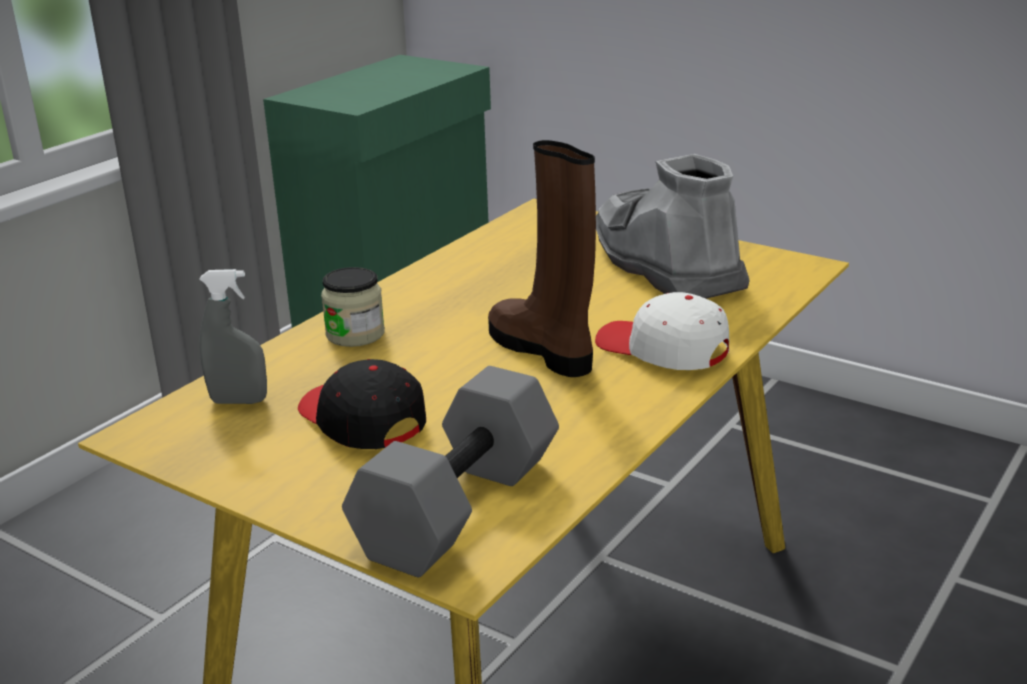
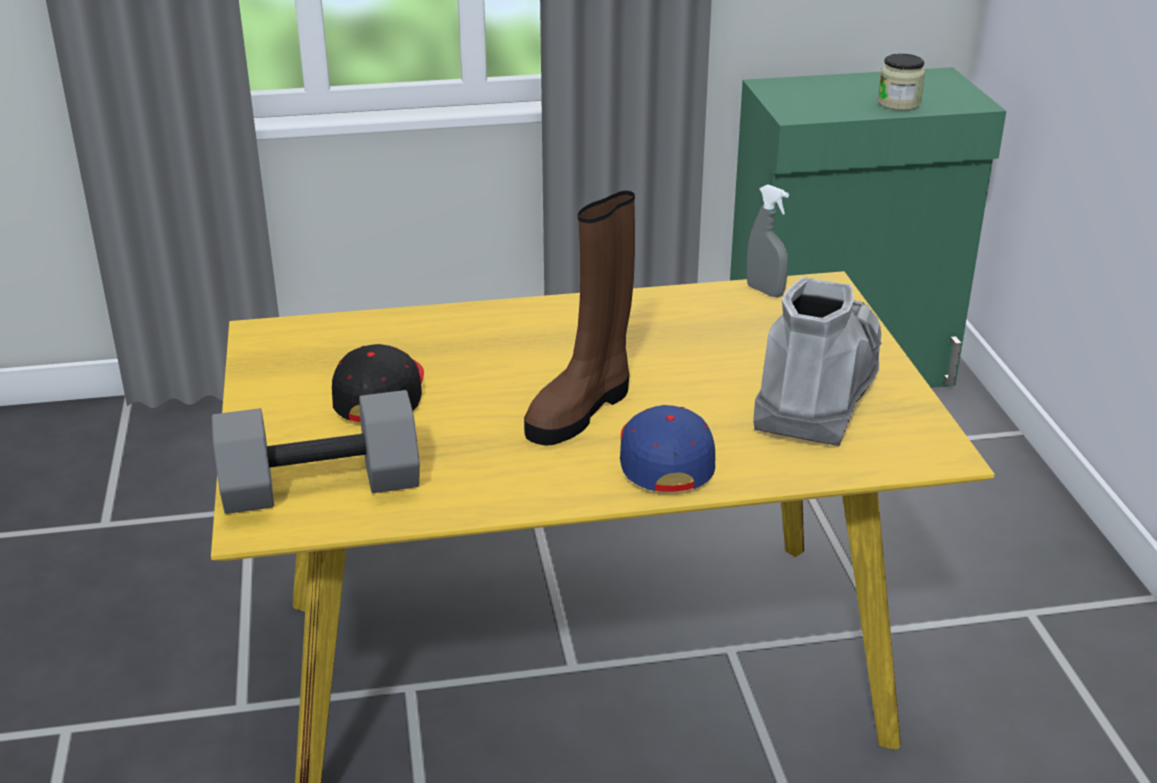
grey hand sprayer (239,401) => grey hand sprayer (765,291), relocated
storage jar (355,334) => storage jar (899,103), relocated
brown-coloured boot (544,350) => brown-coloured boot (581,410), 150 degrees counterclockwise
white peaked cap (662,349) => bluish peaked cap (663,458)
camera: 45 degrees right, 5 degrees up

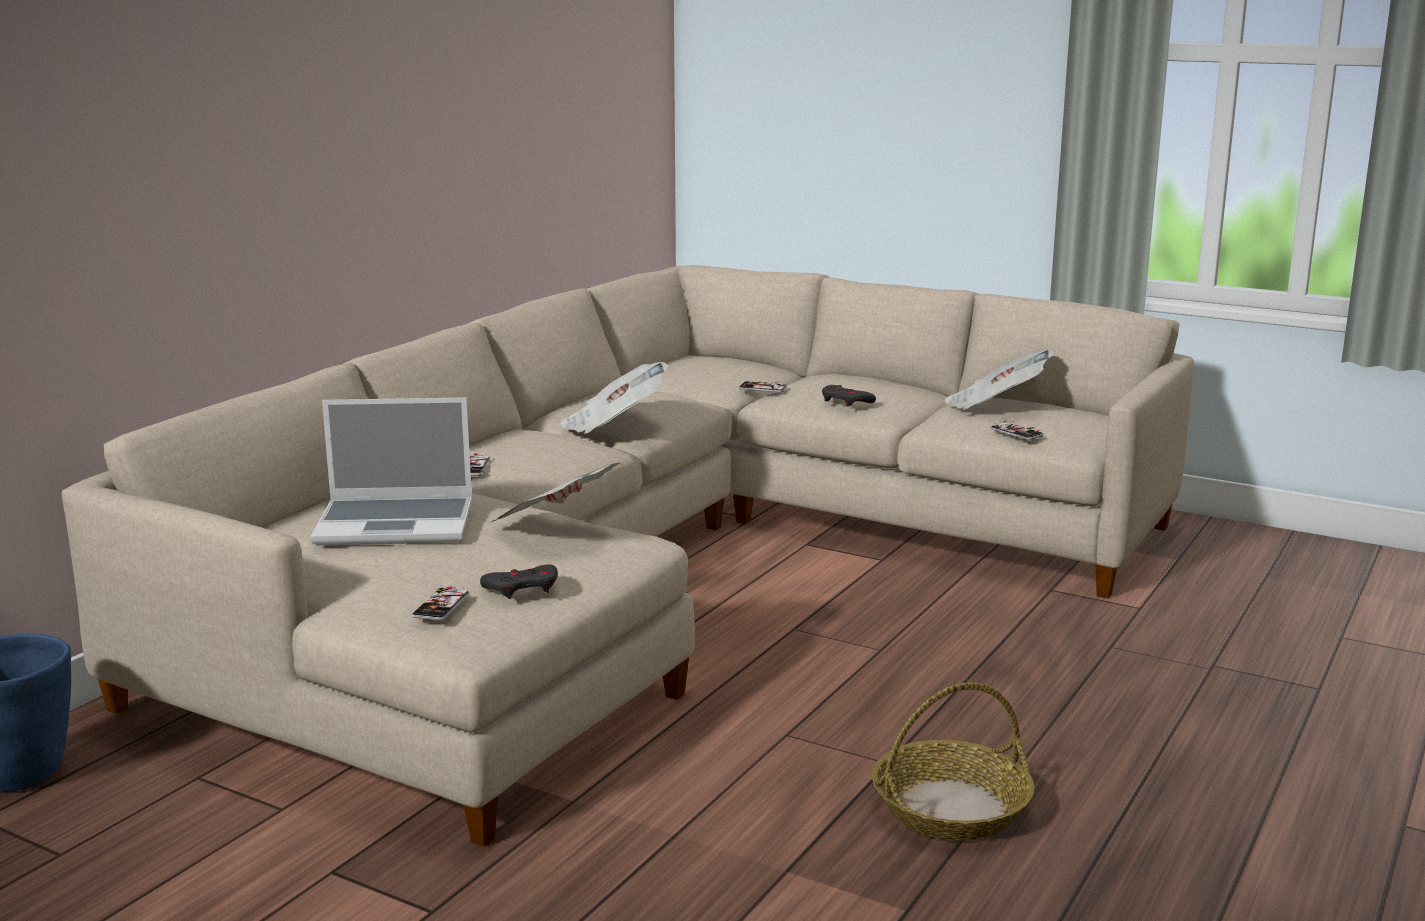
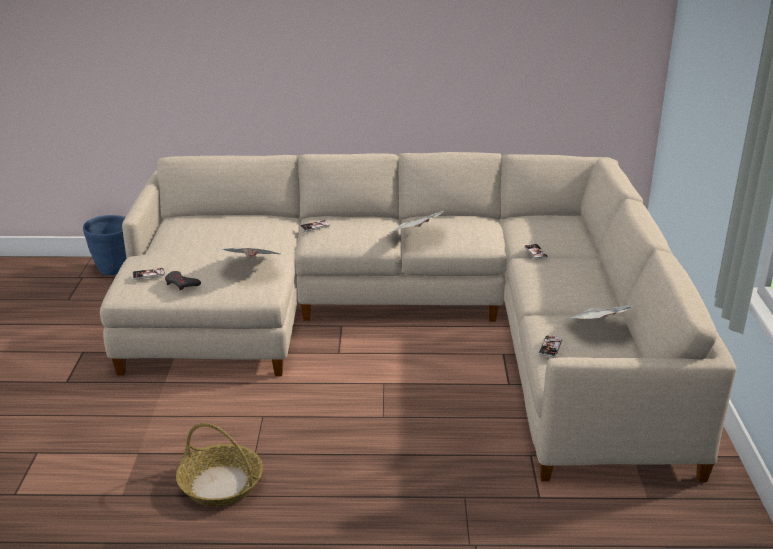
laptop (397,524) => nothing
grey joypad (846,401) => nothing
camera: 60 degrees right, 10 degrees up

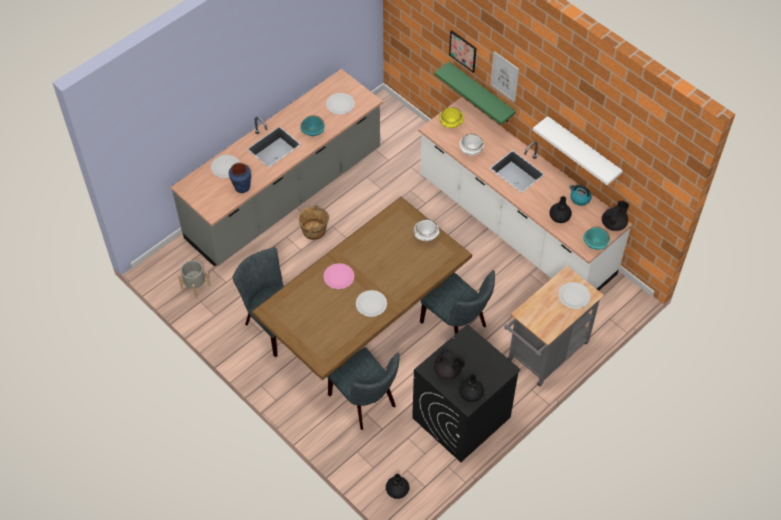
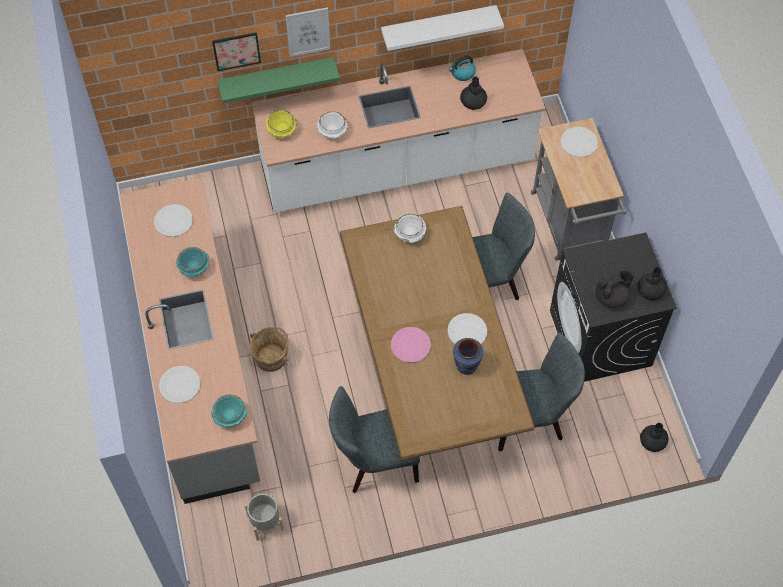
bluish decorative vase (242,187) => bluish decorative vase (466,366), relocated
turquoise serving bowl (595,244) => turquoise serving bowl (230,416), relocated
black-coloured teapot (614,224) => nothing
camera: 60 degrees left, 5 degrees up

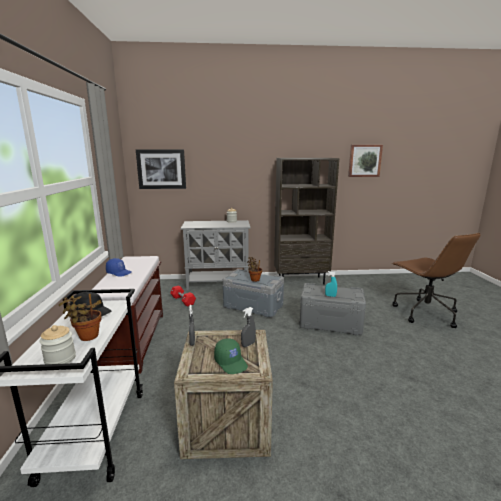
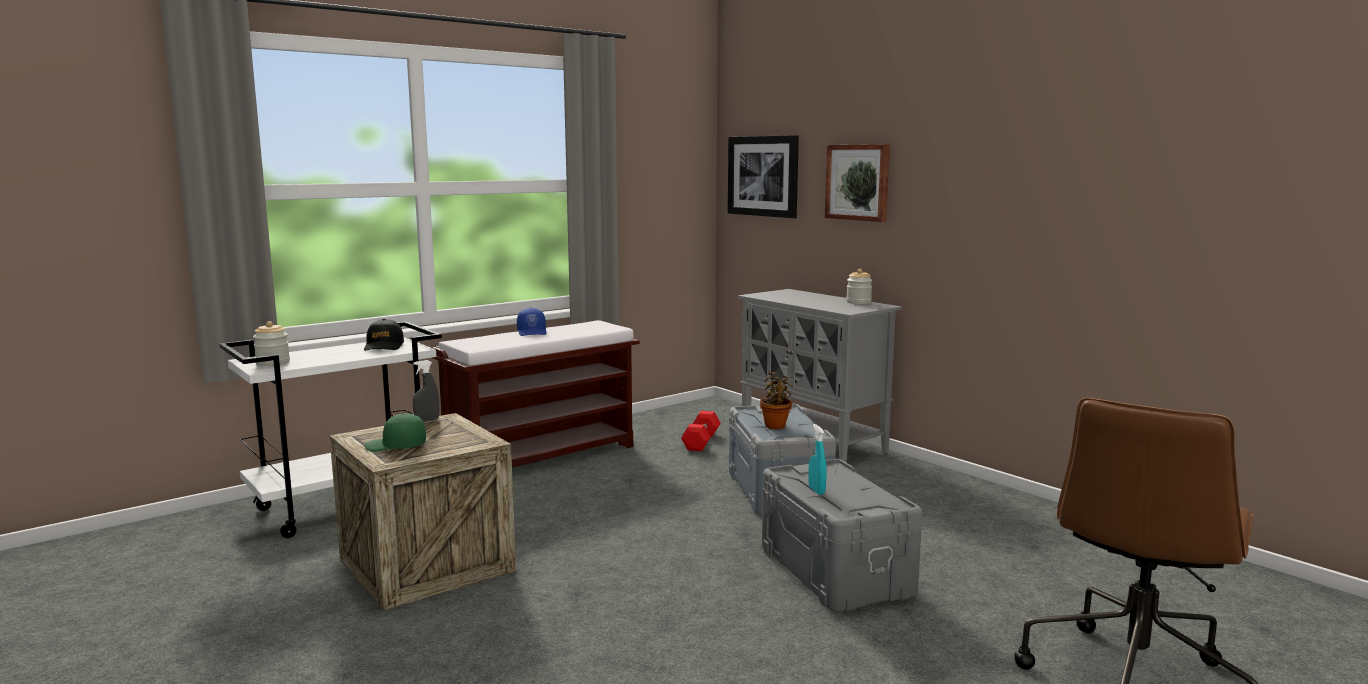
plant in a pot (86,337) => nothing
green-coloured peaked cap (231,362) => green-coloured peaked cap (395,446), 75 degrees clockwise
grey hand sprayer (248,344) => nothing
brown-coloured bookcase (301,280) => nothing
picture (364,160) => picture (858,182), relocated
camera: 55 degrees right, 5 degrees down

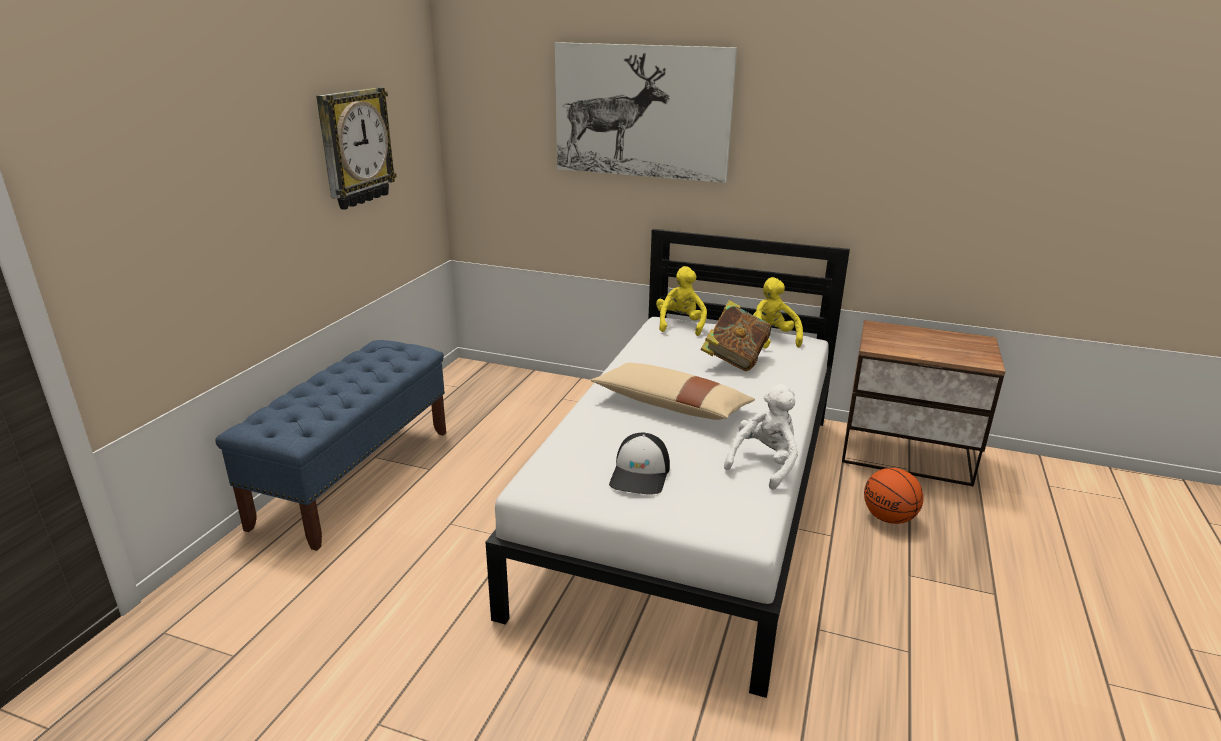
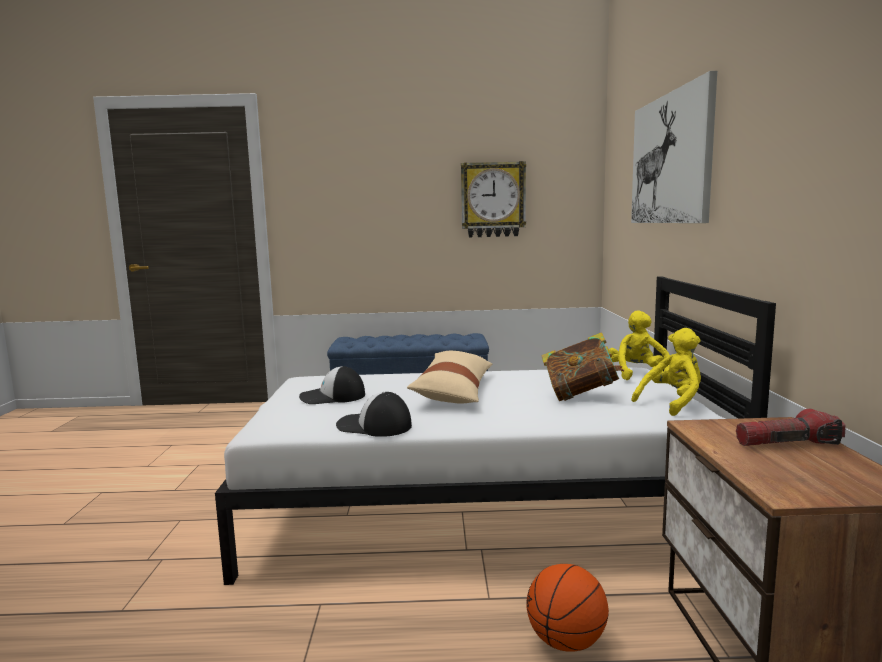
yellow plush toy (680,325) => yellow plush toy (637,374), 75 degrees counterclockwise
white plush toy (764,464) => peaked cap (374,426)
nothing => torch (787,444)
camera: 70 degrees right, 15 degrees down

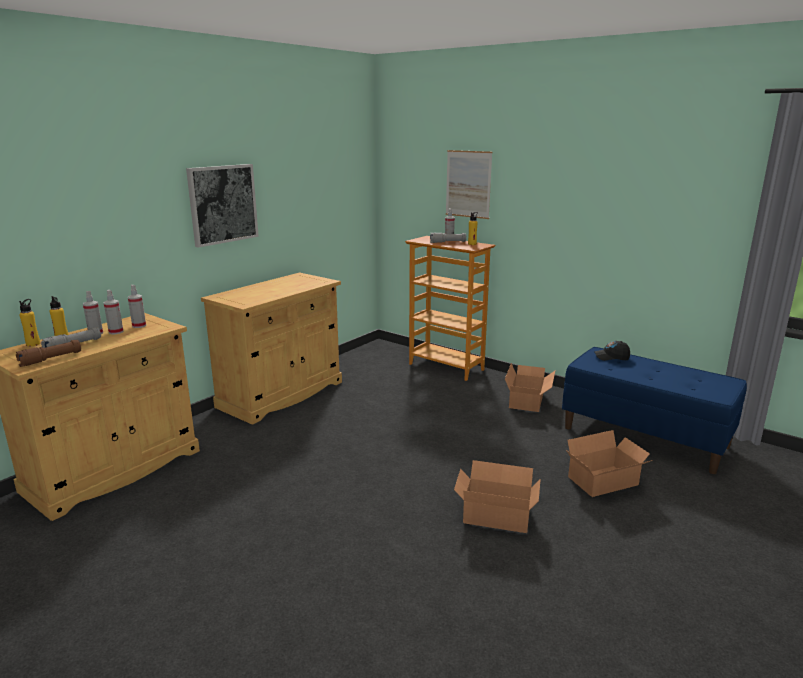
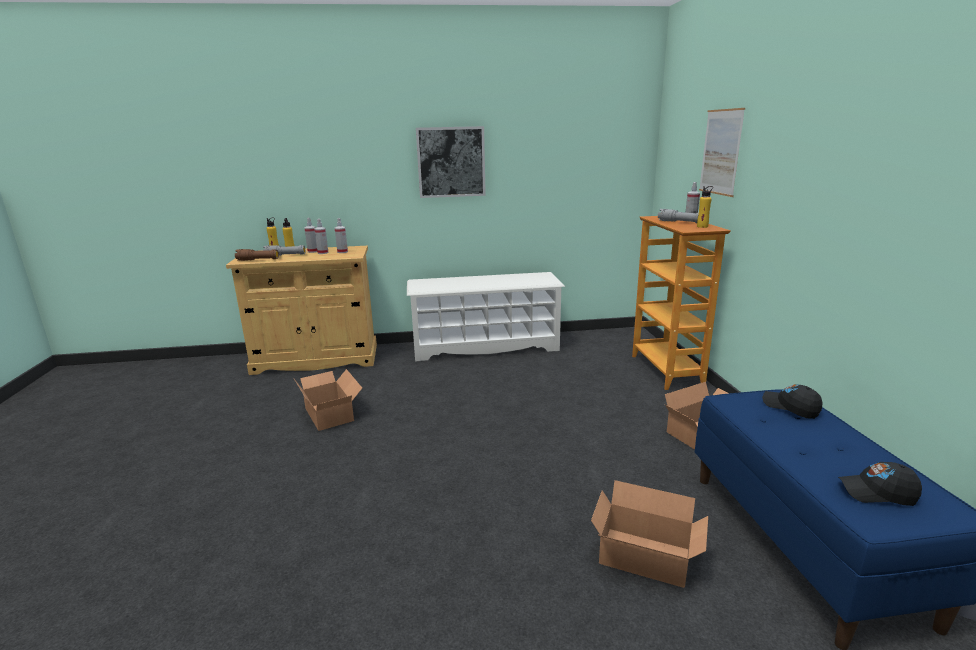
sand-coloured storage cabinet (281,394) => white shoe stand (485,346)
cardboard box (495,513) => cardboard box (331,413), relocated
nothing => black-coloured peaked cap (877,493)
camera: 45 degrees right, 0 degrees up

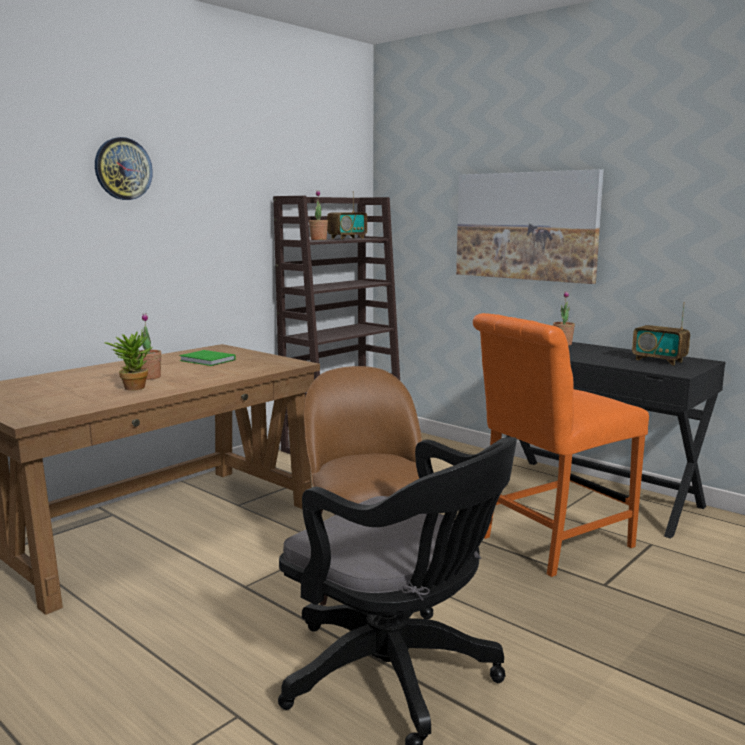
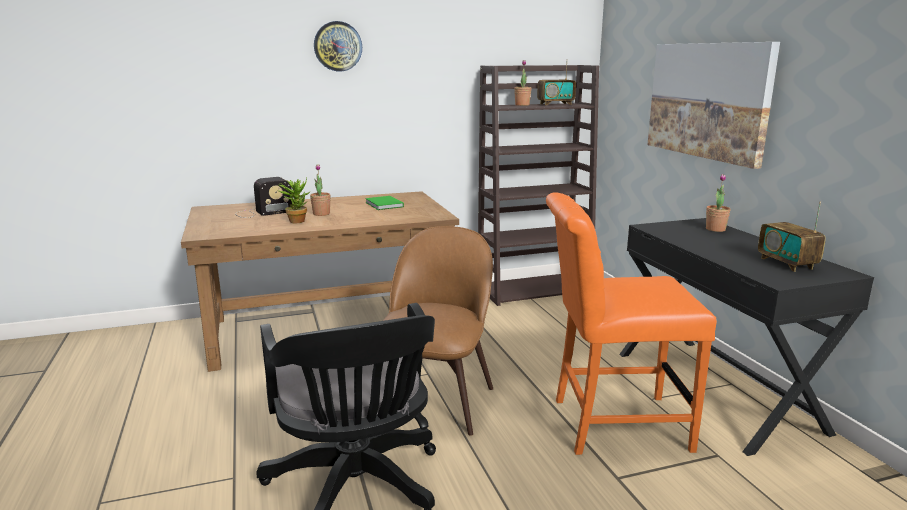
nothing => radio set (262,212)
camera: 30 degrees right, 5 degrees up

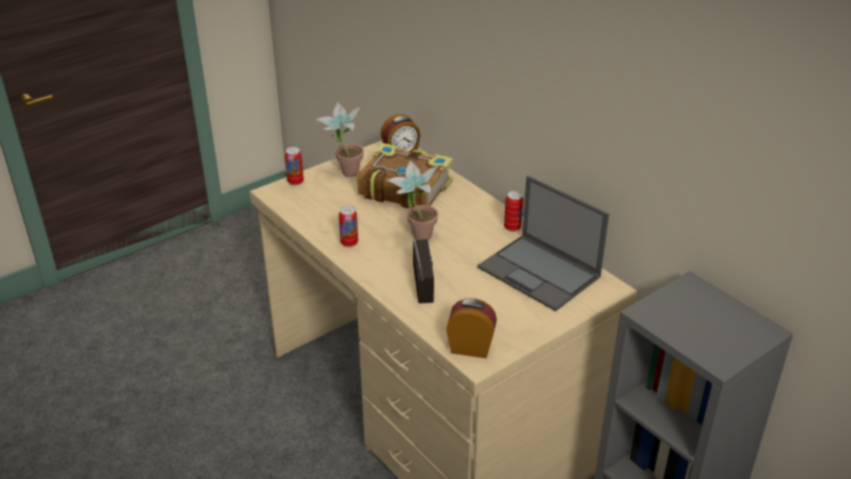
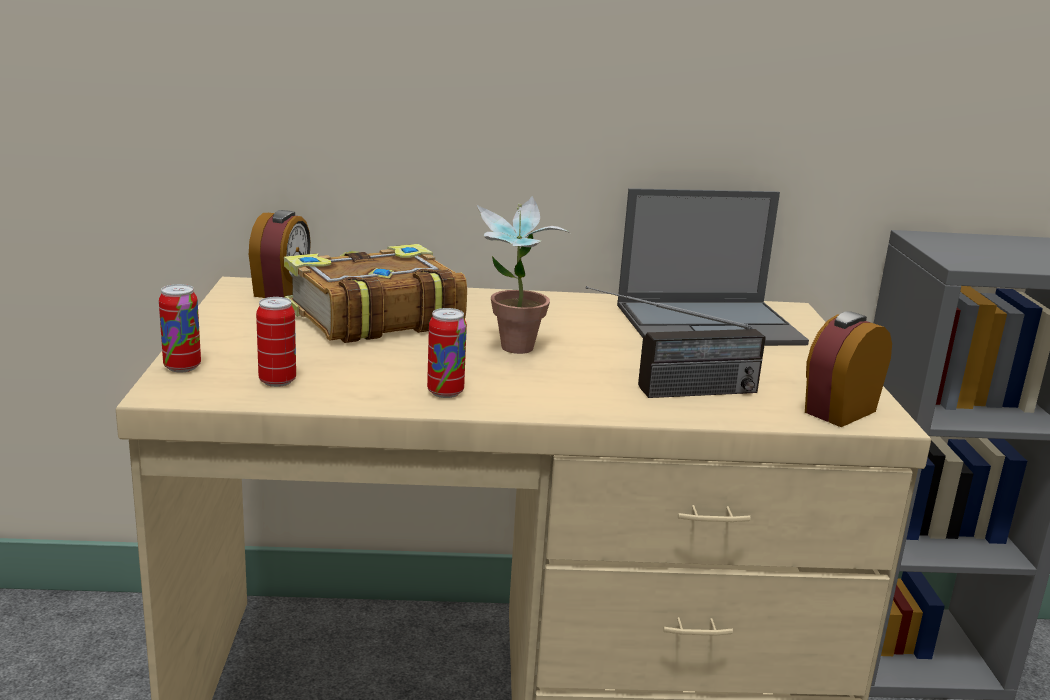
plant in a pot (344,173) => nothing
radio set (426,294) => radio set (669,392), 135 degrees clockwise
sealed can (512,227) => sealed can (277,381), relocated
camera: 55 degrees left, 15 degrees down

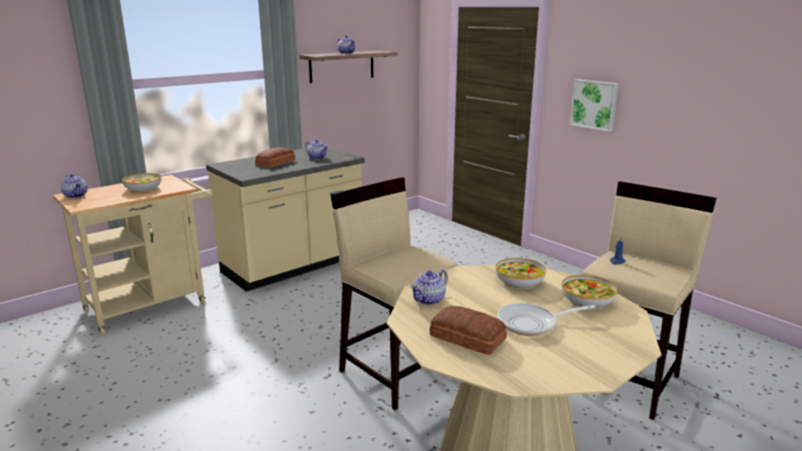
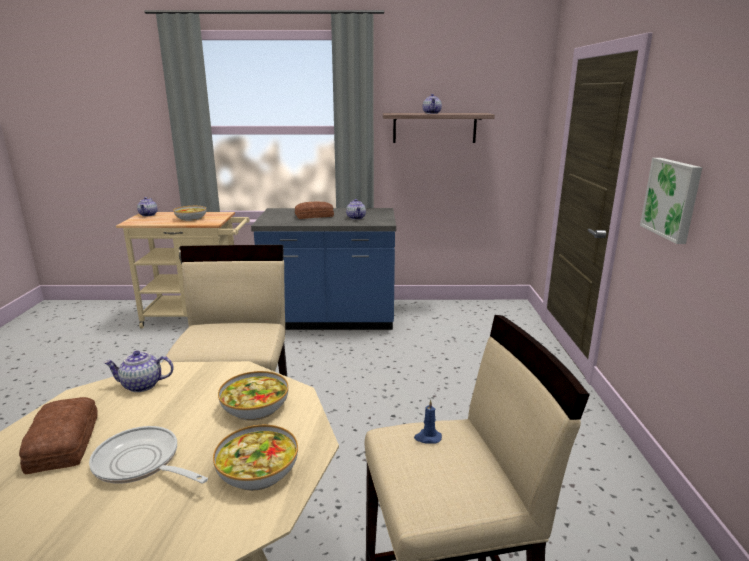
sand-coloured kitchen counter (294,266) => bluish kitchen counter (330,320)
camera: 40 degrees right, 0 degrees up

